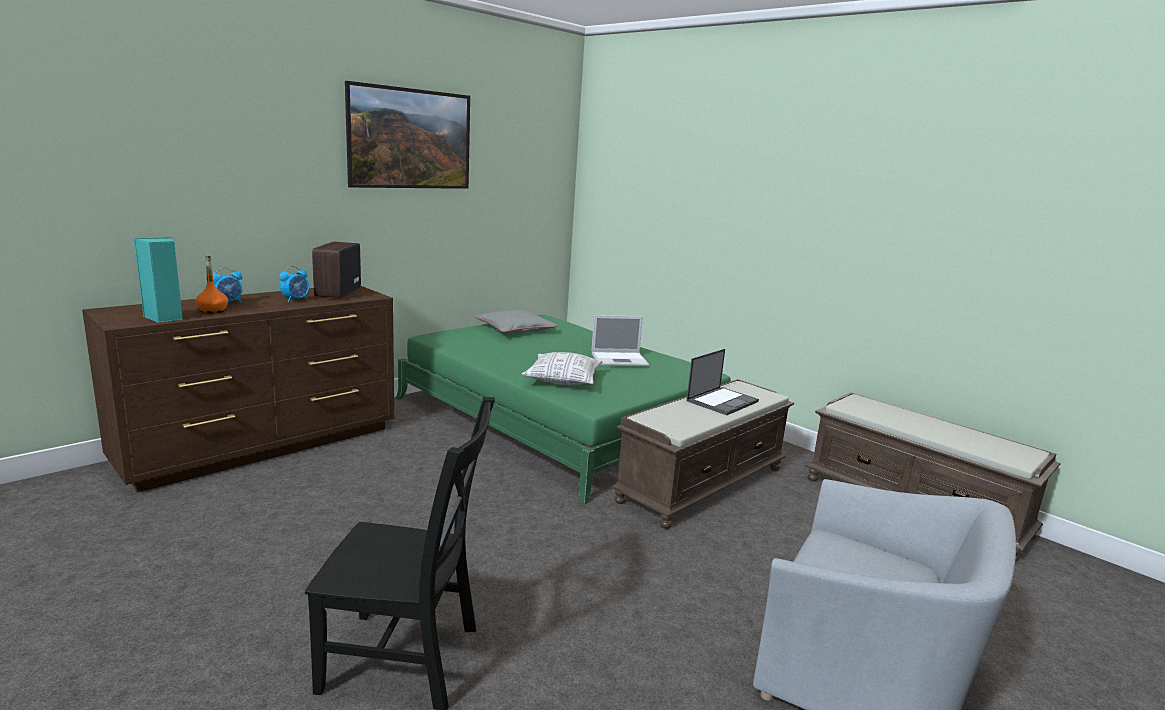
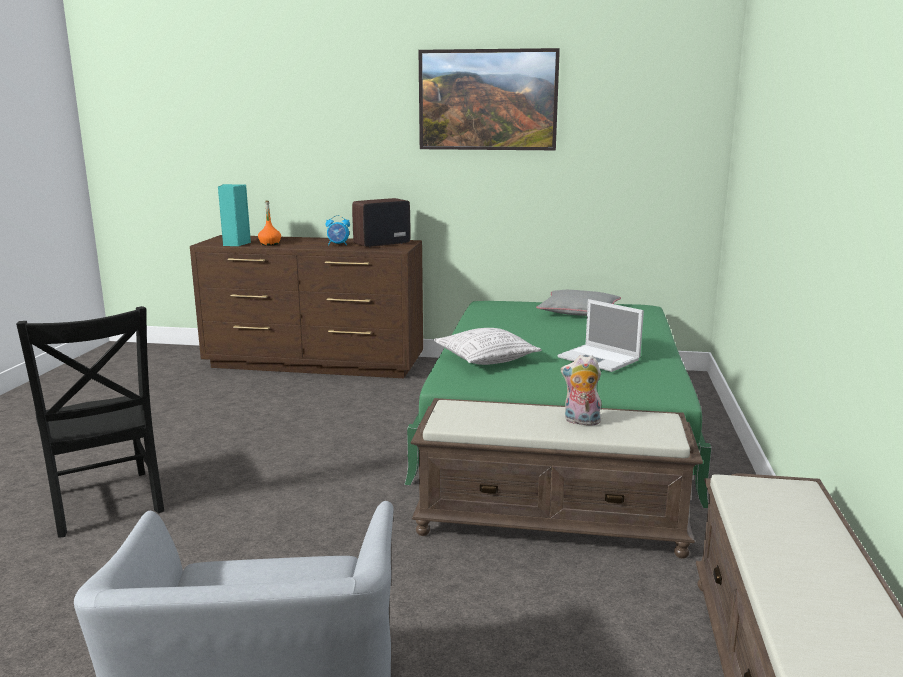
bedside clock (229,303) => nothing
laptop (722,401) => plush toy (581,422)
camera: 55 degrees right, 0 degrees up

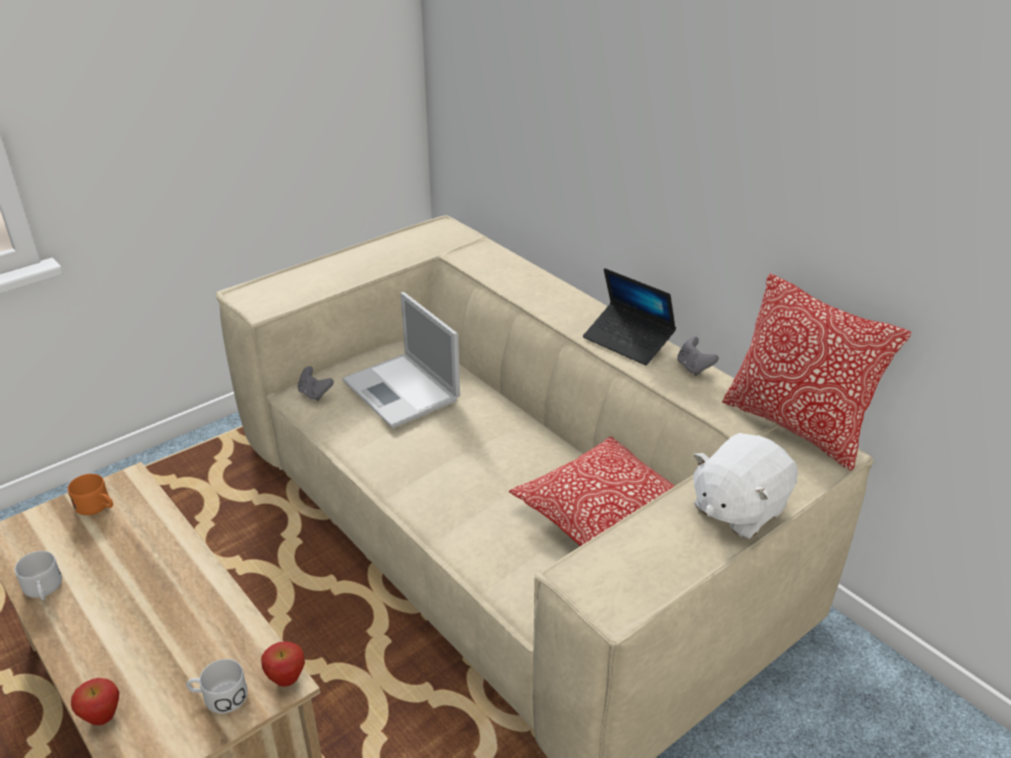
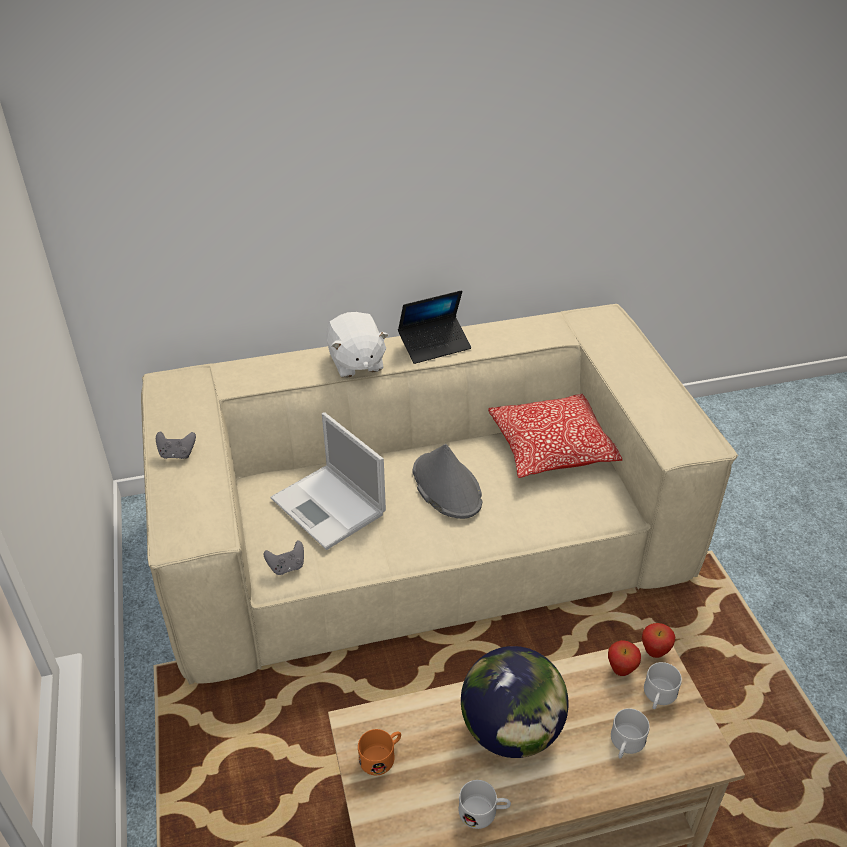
apple (102,718) => apple (621,670), relocated
laptop (402,391) => laptop (330,507), 60 degrees clockwise
grey joypad (694,368) => grey joypad (177,454), relocated
white plush toy (738,509) => white plush toy (356,363), relocated
cushion (796,426) => nothing
nothing => grey hat (446,486)
nothing => globe (511,731)
nothing => white coffee mug (625,744)
camera: 65 degrees left, 5 degrees up

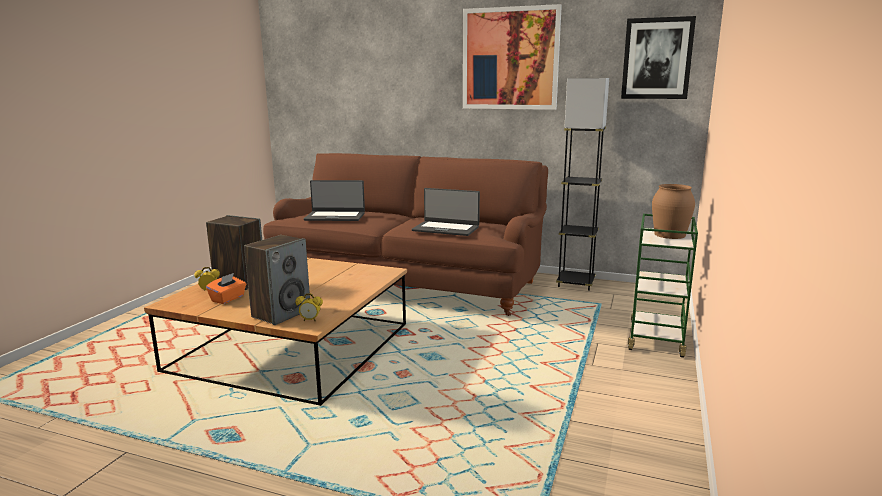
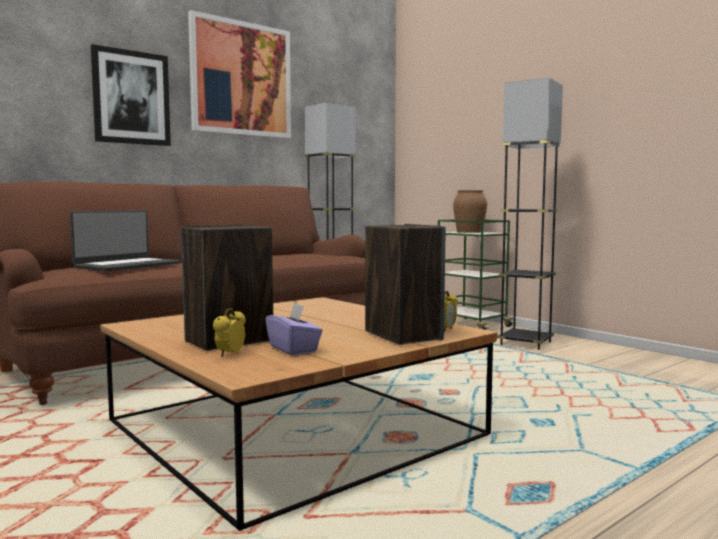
orange-coloured box of tissues (228,299) => purple box of tissues (294,349)
laptop (446,229) => nothing
picture (657,58) => picture (131,97), relocated
nothing => grey standard lamp (525,343)
camera: 60 degrees left, 10 degrees down

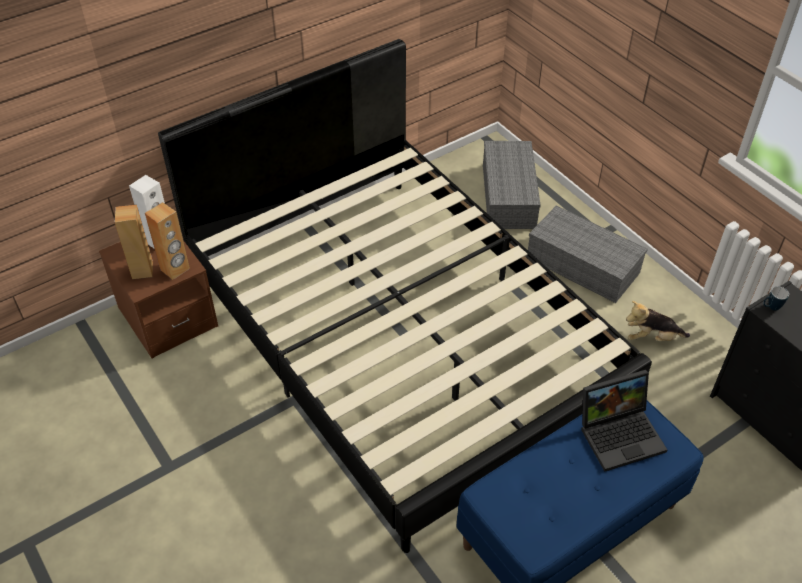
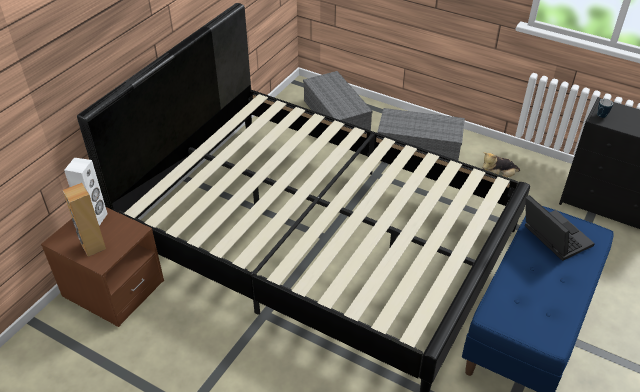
brown-coloured audio speaker (175,269) => nothing
laptop (621,433) => laptop (552,237), 75 degrees counterclockwise
camera: 25 degrees left, 5 degrees down

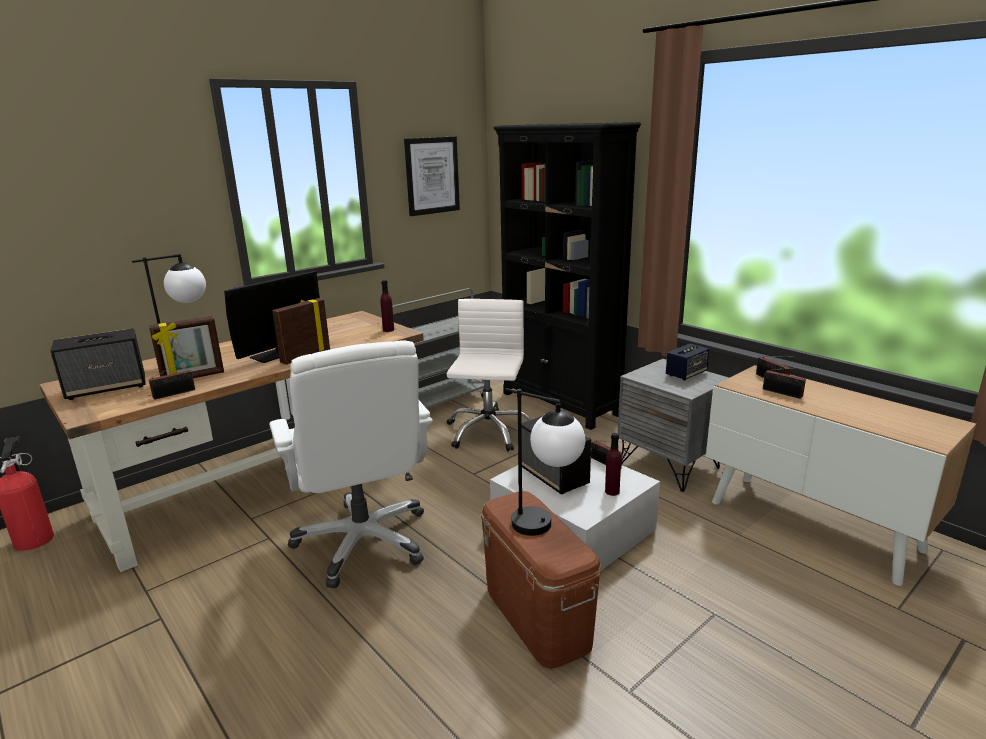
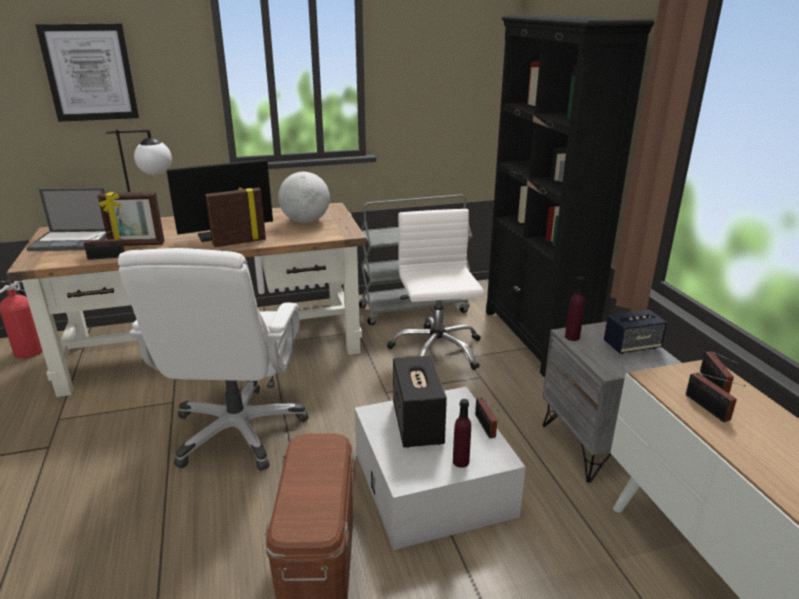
audio speaker (108,388) => laptop (73,241)
purple beverage bottle (388,330) => purple beverage bottle (572,337), relocated
picture (432,175) => picture (90,73), relocated
white computer chair (488,431) => white computer chair (436,350), 45 degrees counterclockwise
lamp for a table (546,528) => nothing
nothing => globe (305,221)
camera: 25 degrees right, 5 degrees up

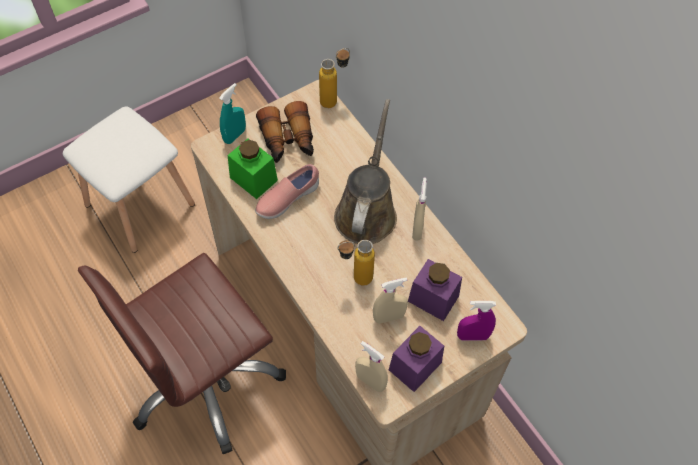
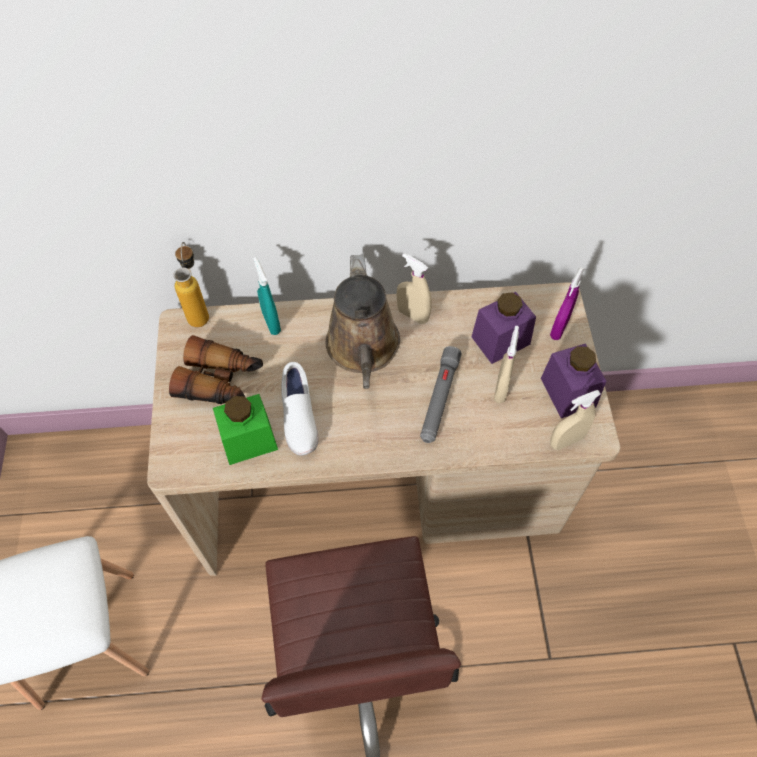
turquoise hand sprayer (234,135) => turquoise hand sprayer (271,323), relocated
pink-coloured shoe (287,199) => white shoe (299,418)
brown-coloured watering pot (367,211) => brown-coloured watering pot (363,349), 135 degrees counterclockwise
beverage bottle (355,279) => grey torch (439,399)
camera: 60 degrees left, 0 degrees up

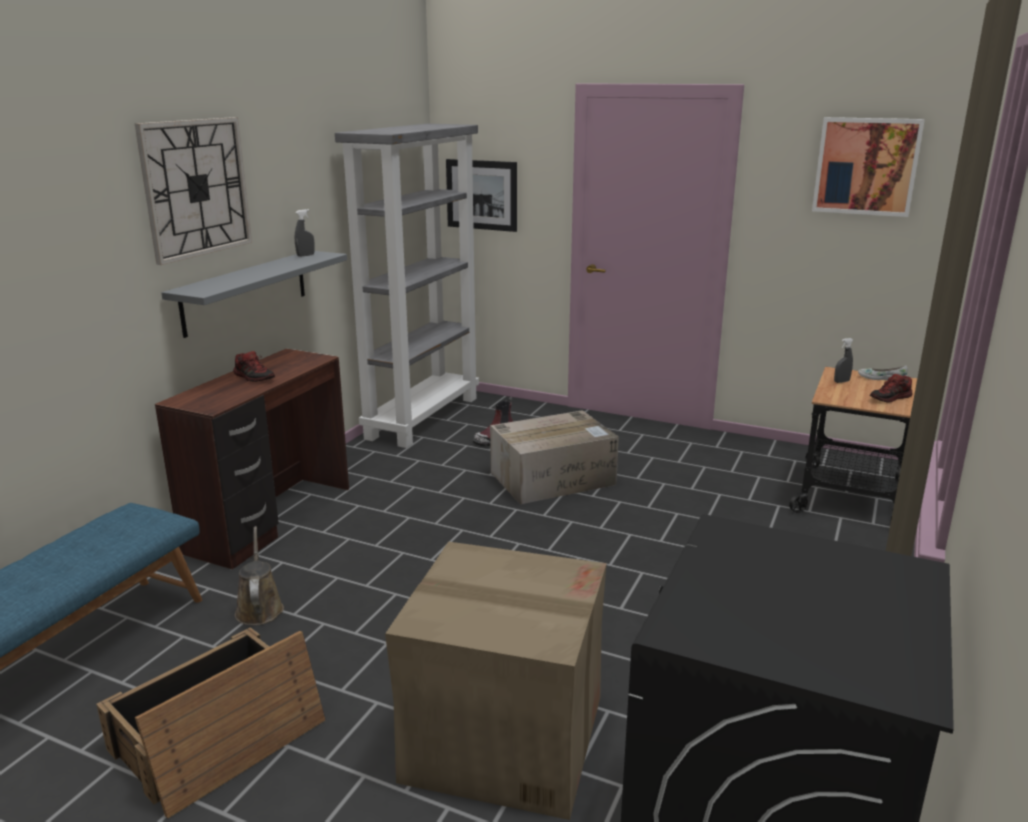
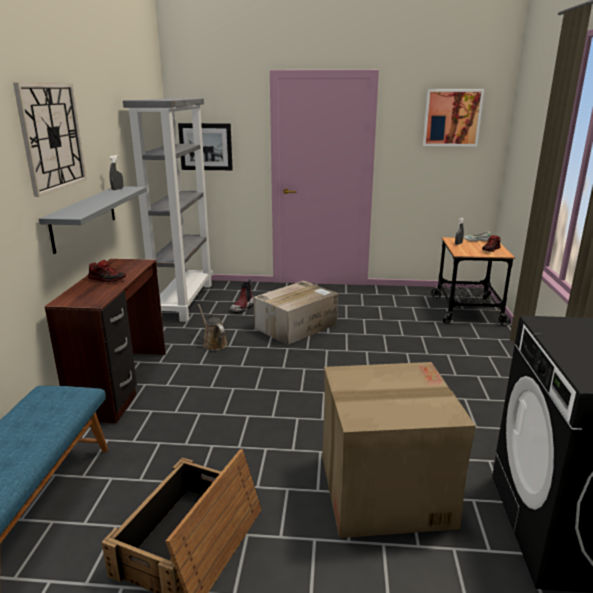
brown-coloured watering pot (259,608) => brown-coloured watering pot (213,343), relocated
camera: 20 degrees left, 0 degrees up

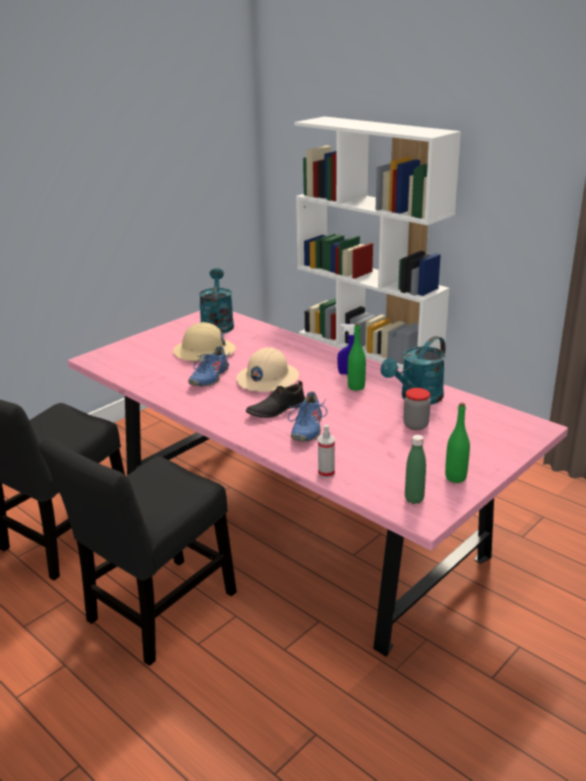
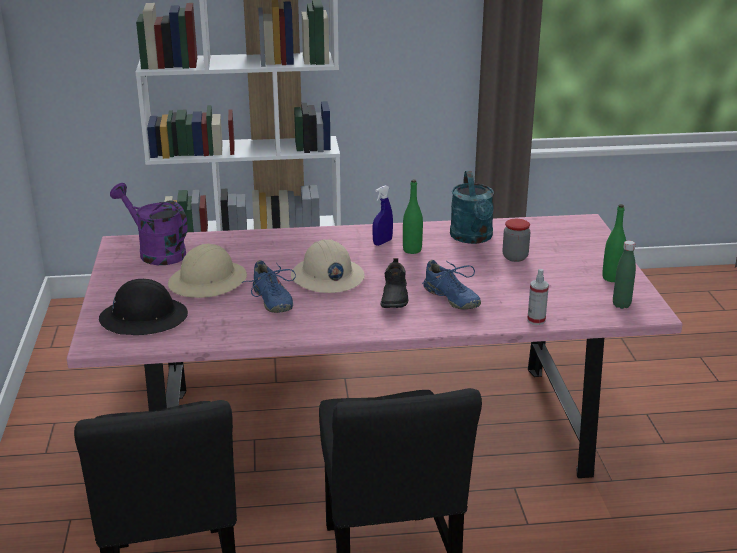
turquoise watering pot (217,324) => purple watering pot (156,252)
nothing => black-coloured work helmet (144,318)
camera: 50 degrees left, 0 degrees up

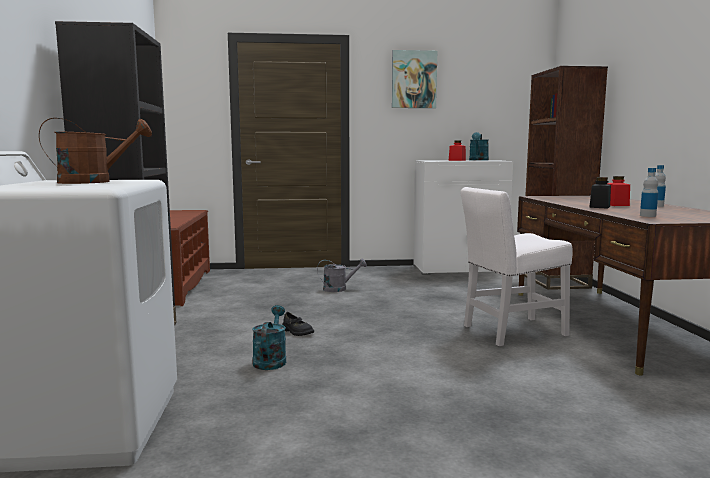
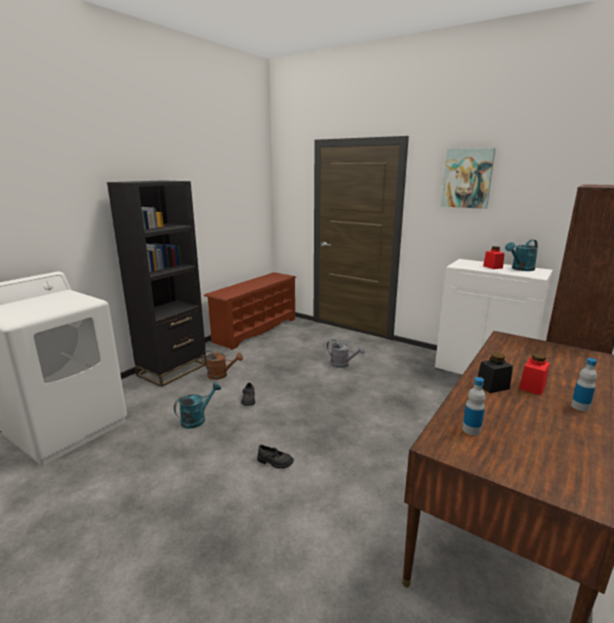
brown-coloured watering pot (95,182) => brown-coloured watering pot (221,375), relocated
white plain chair (510,331) => nothing
nothing => black-coloured shoe (275,462)
camera: 40 degrees right, 10 degrees up

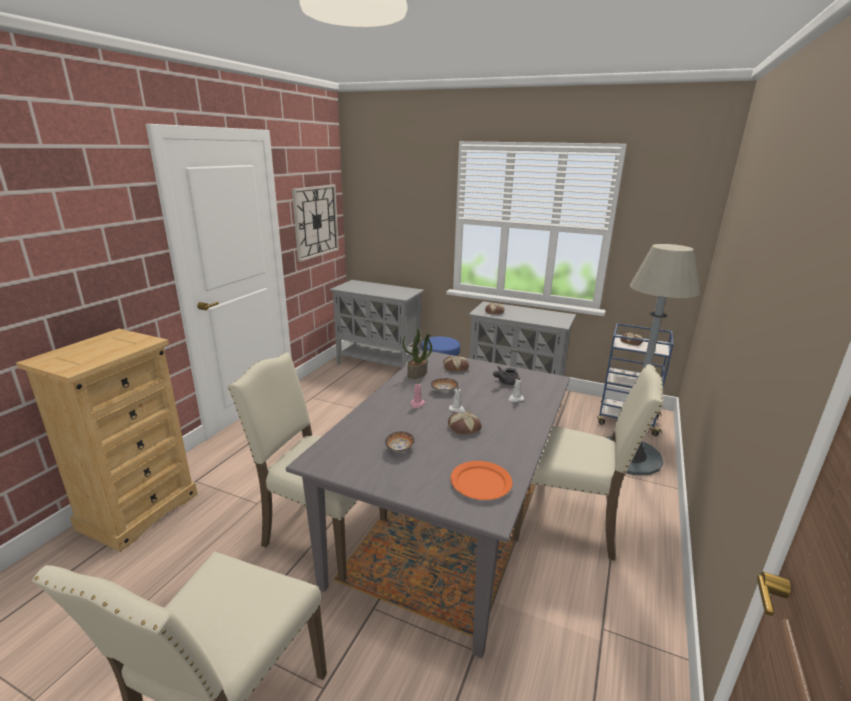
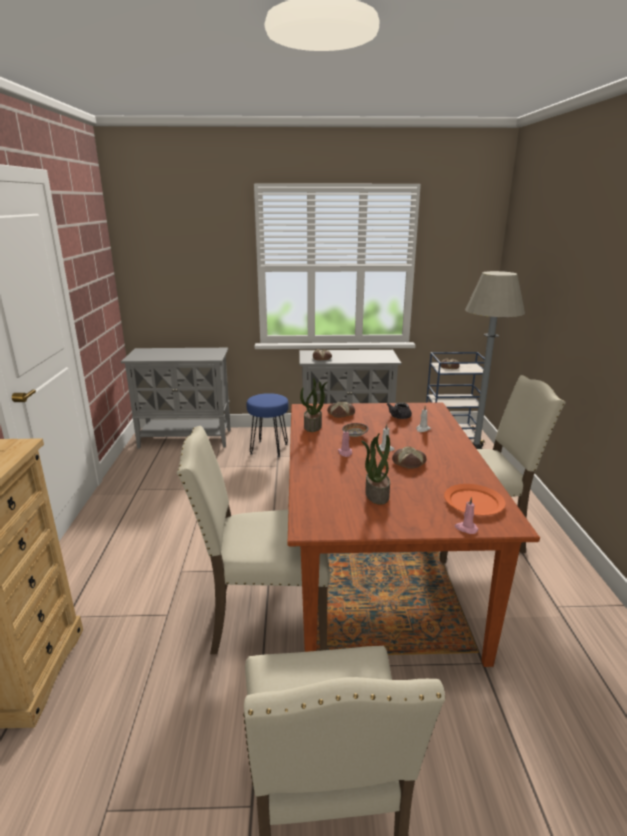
grey dining table (448,527) => brown-coloured dining table (379,571)
clock on the wall (315,221) => nothing
serving bowl (399,449) => plant in a pot (376,494)
nothing => pink-coloured wax light (466,528)
camera: 25 degrees left, 0 degrees up

